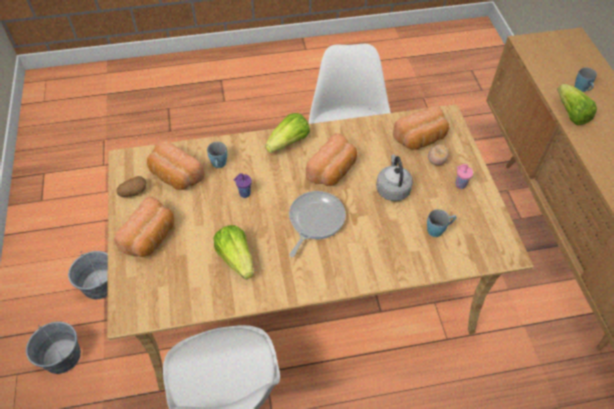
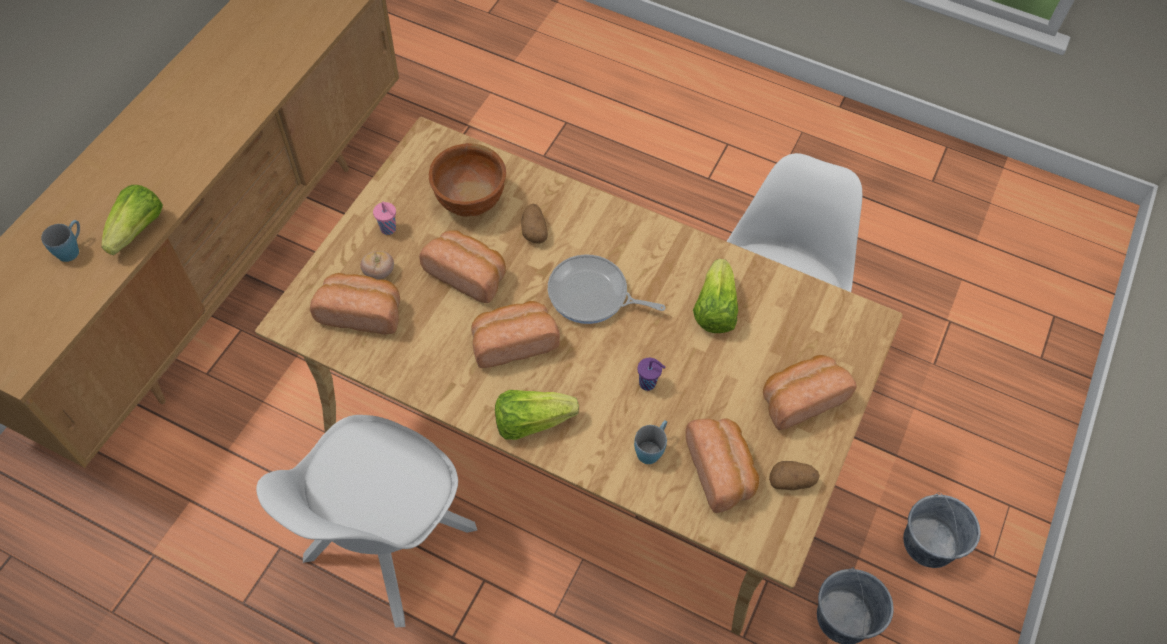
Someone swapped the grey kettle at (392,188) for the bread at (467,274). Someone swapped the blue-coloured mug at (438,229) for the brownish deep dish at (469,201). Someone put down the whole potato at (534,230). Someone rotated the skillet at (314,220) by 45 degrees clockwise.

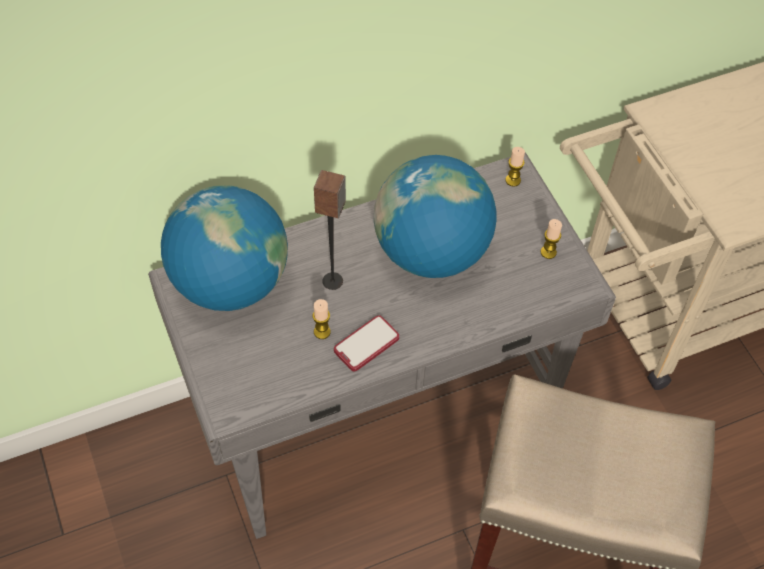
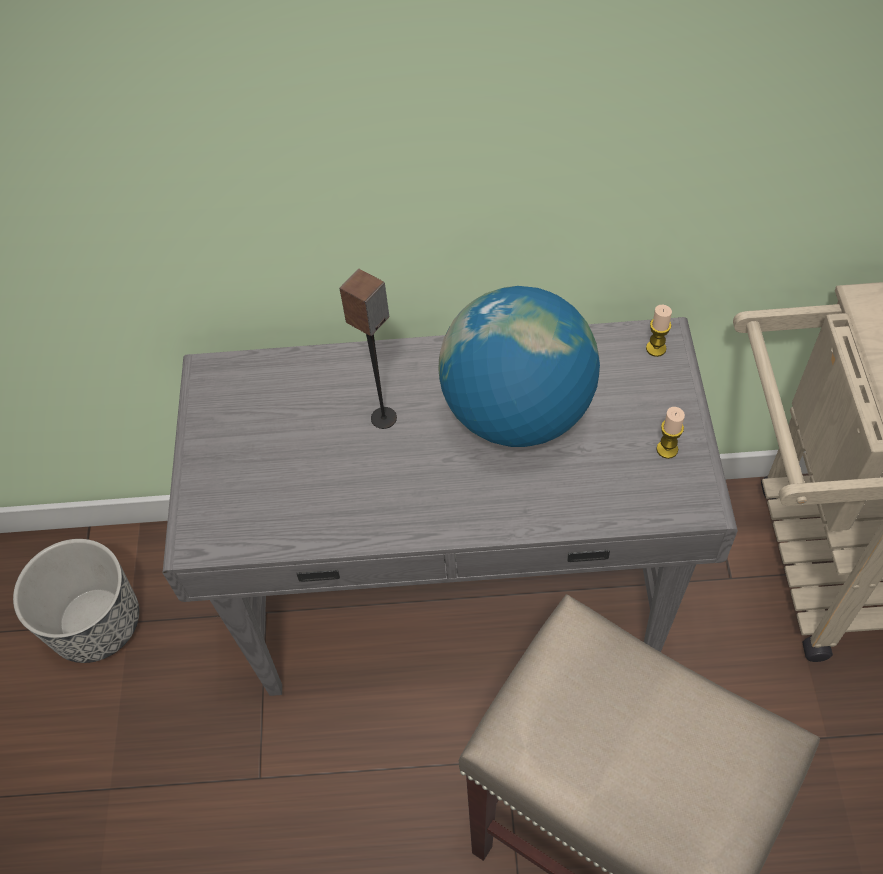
Someone put down the flower pot at (95,623). Someone took away the globe at (230,282). Someone took away the wax light at (322,332). Someone took away the phone at (366,344).

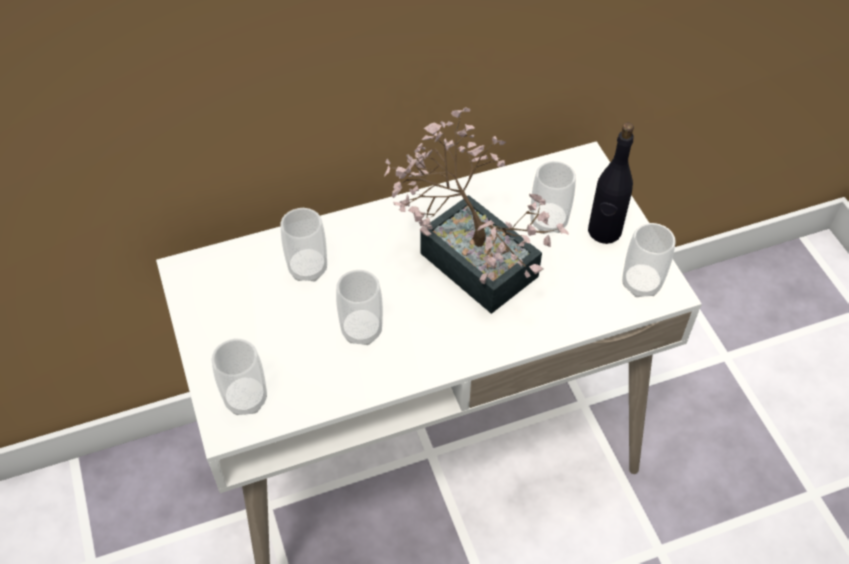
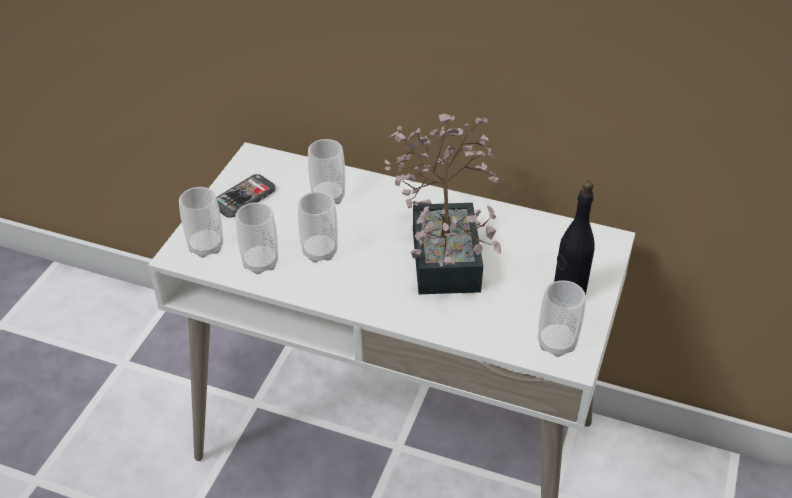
Someone put down the phone at (244,197). Someone carried the small cup from (548,221) to (260,263).

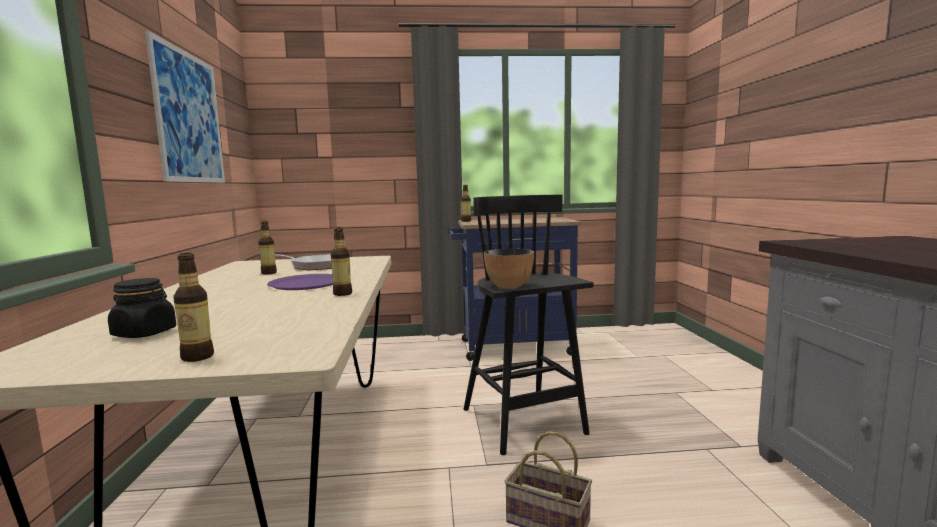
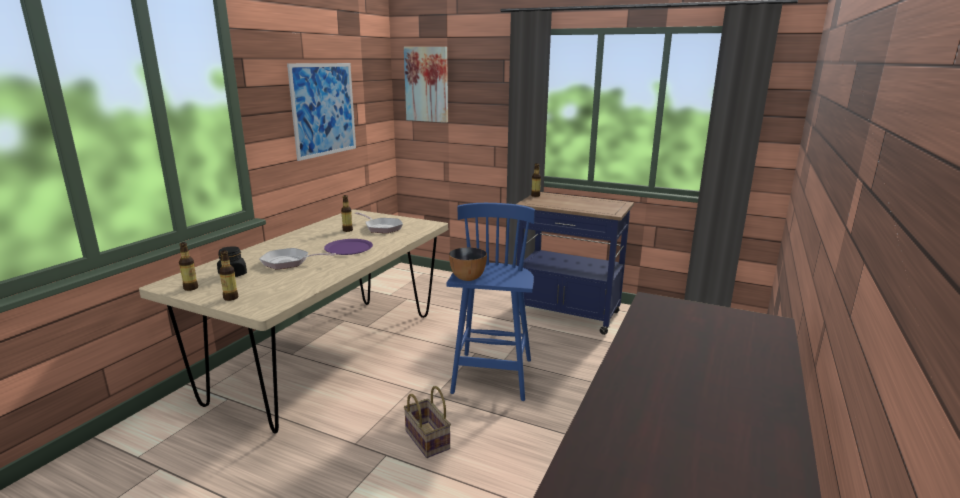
Someone carried the beverage bottle from (342,294) to (191,288). Someone put down the skillet at (289,262). Someone put up the wall art at (427,84). Someone repainted the black-coloured stool seat at (525,423), which became the blue-coloured stool seat at (492,377).

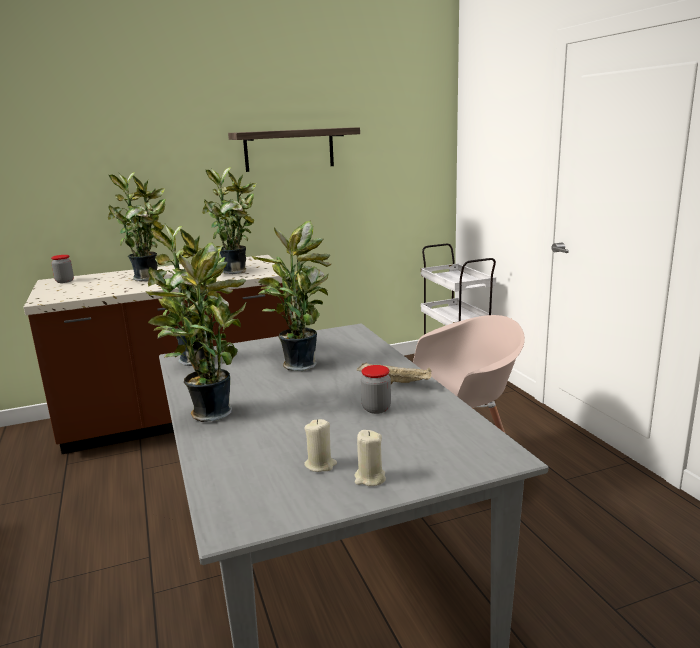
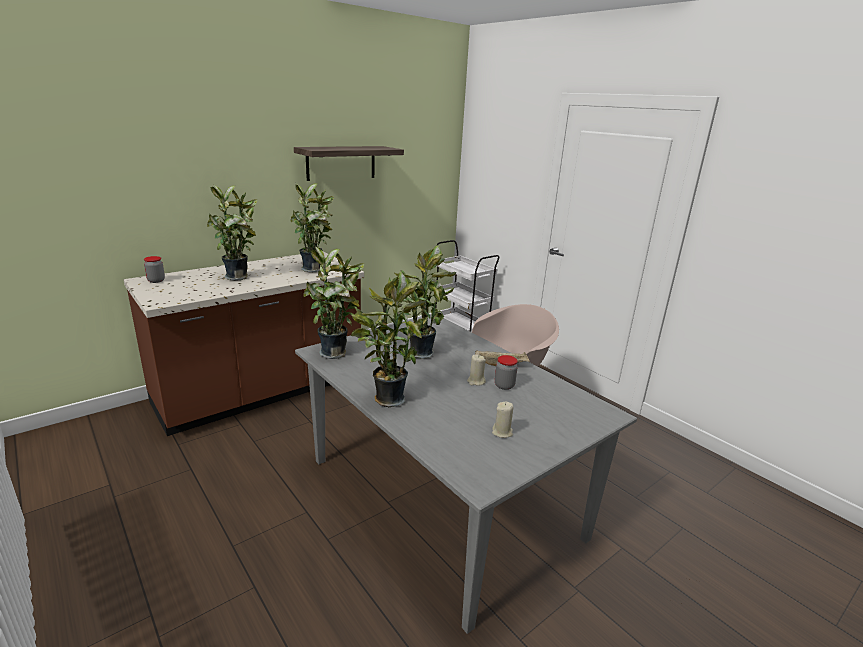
Someone carried the beige-coloured wax light from (370,478) to (476,381).

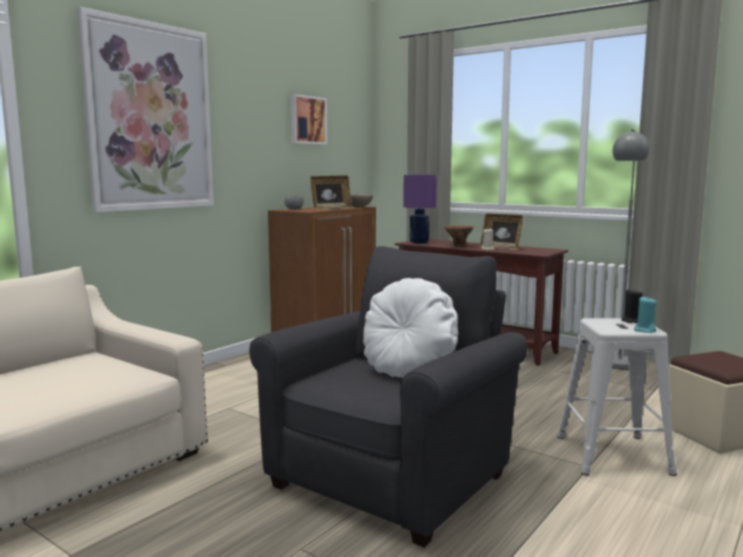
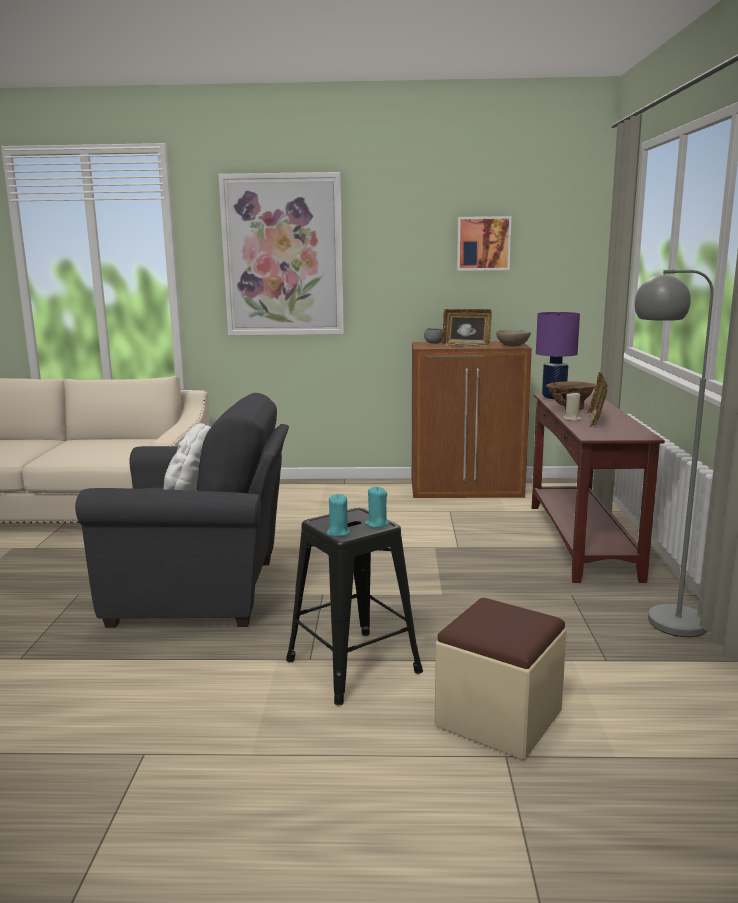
Someone repainted the whitish stool seat at (612,454), which became the black-coloured stool seat at (353,666). Someone repainted the black-coloured wax light at (631,321), which became the turquoise wax light at (377,524).

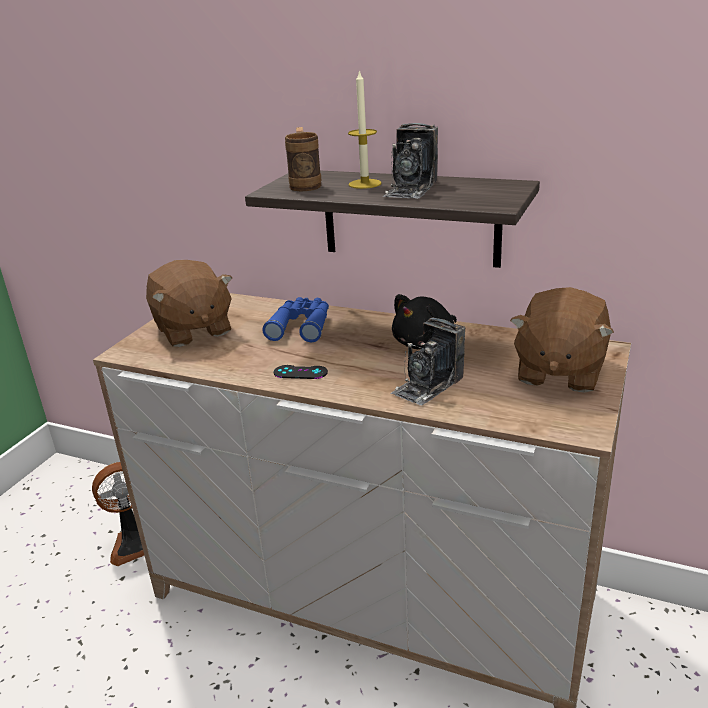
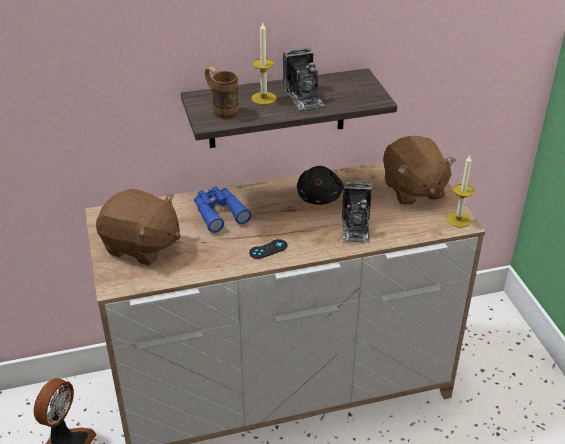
Someone put down the wax light at (458,220).

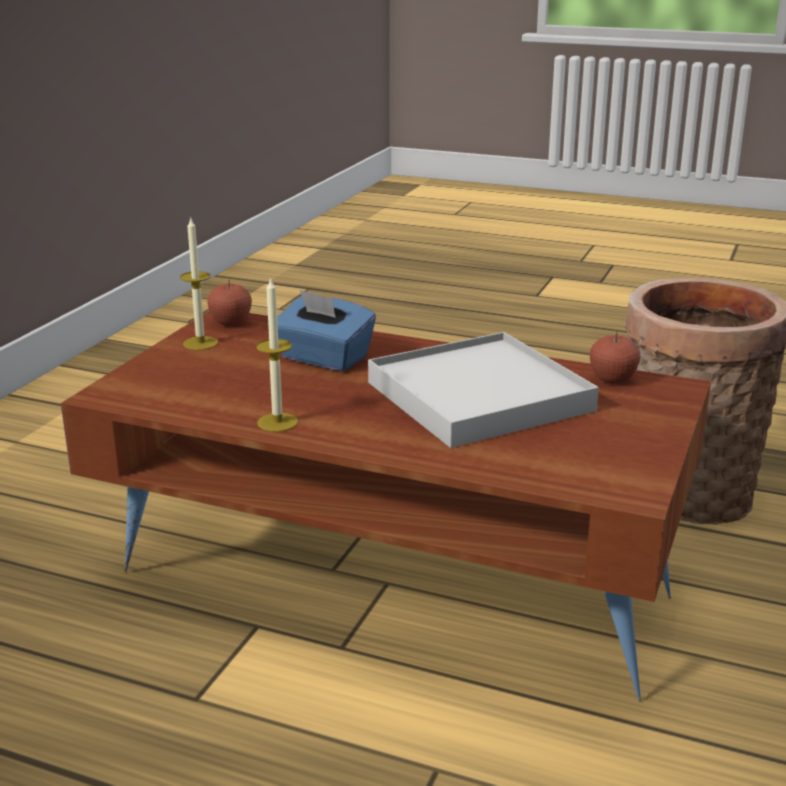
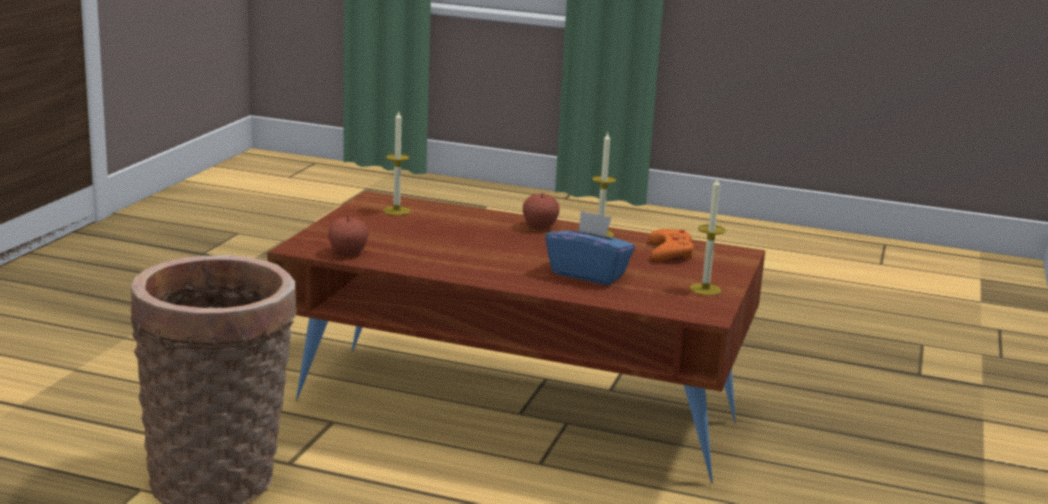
Someone put down the wax light at (396,211). Someone carried the whole apple from (231,323) to (540,227). Someone put down the orange-coloured game controller at (670,252). Someone took away the whitish tray at (478,396).

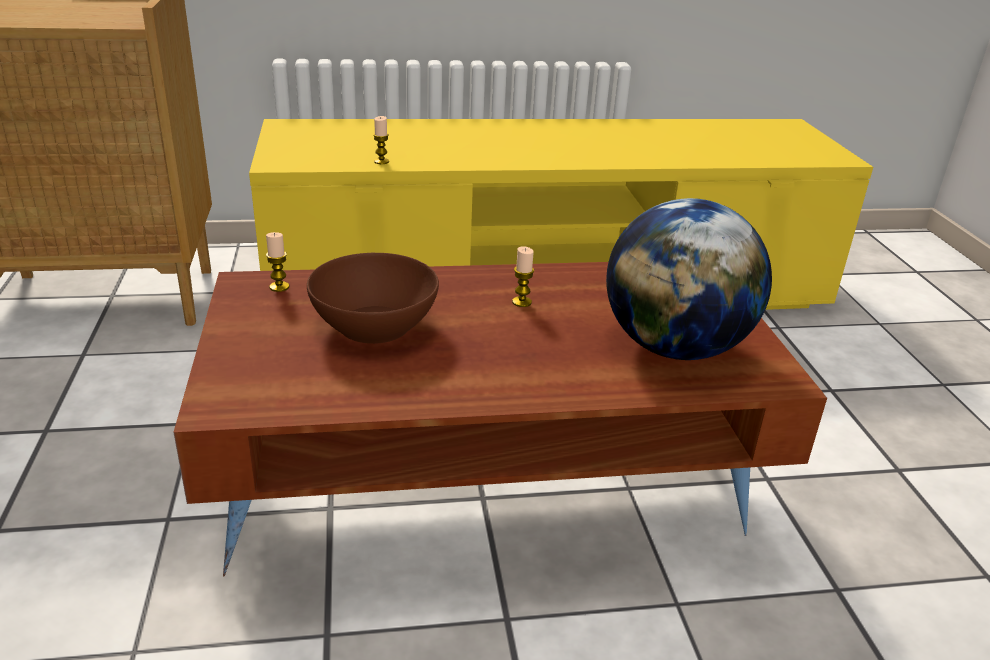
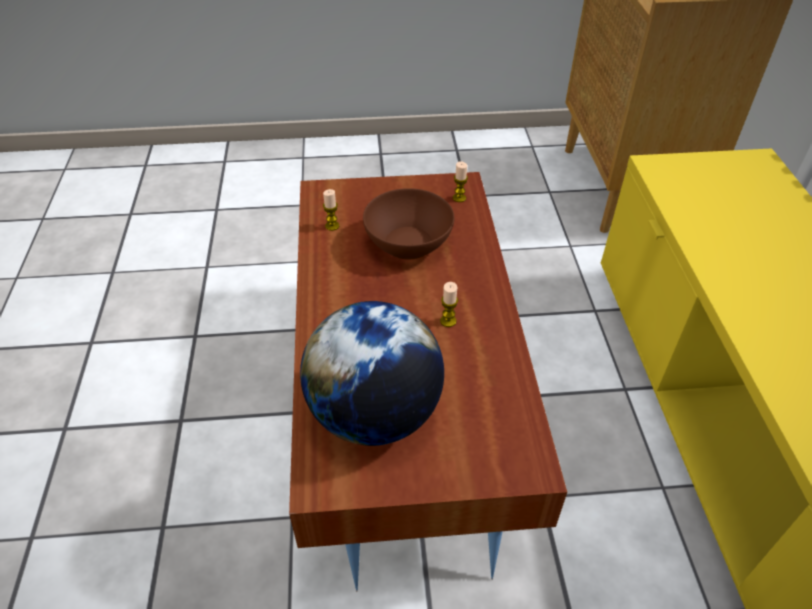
Someone carried the wax light from (381,161) to (332,226).

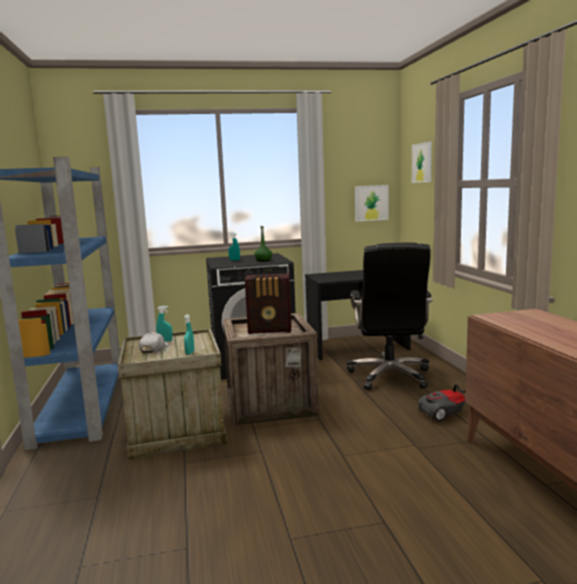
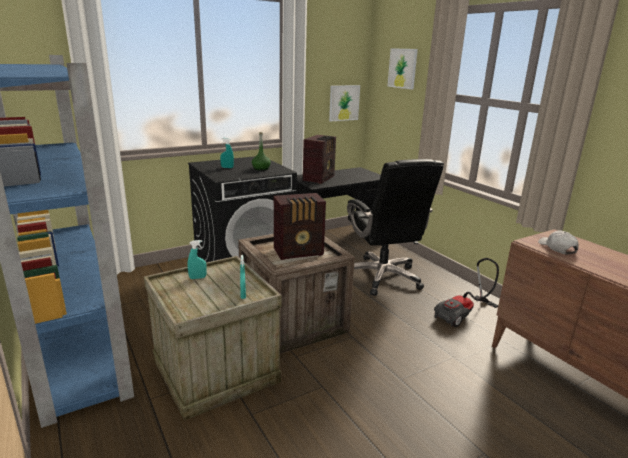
Someone put down the radio at (319,178). Someone carried the whitish peaked cap from (154,349) to (557,248).

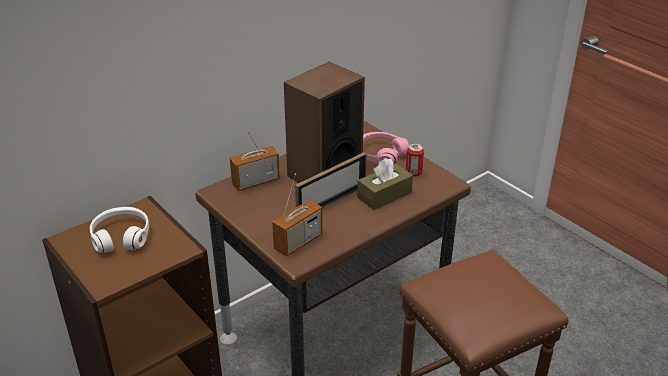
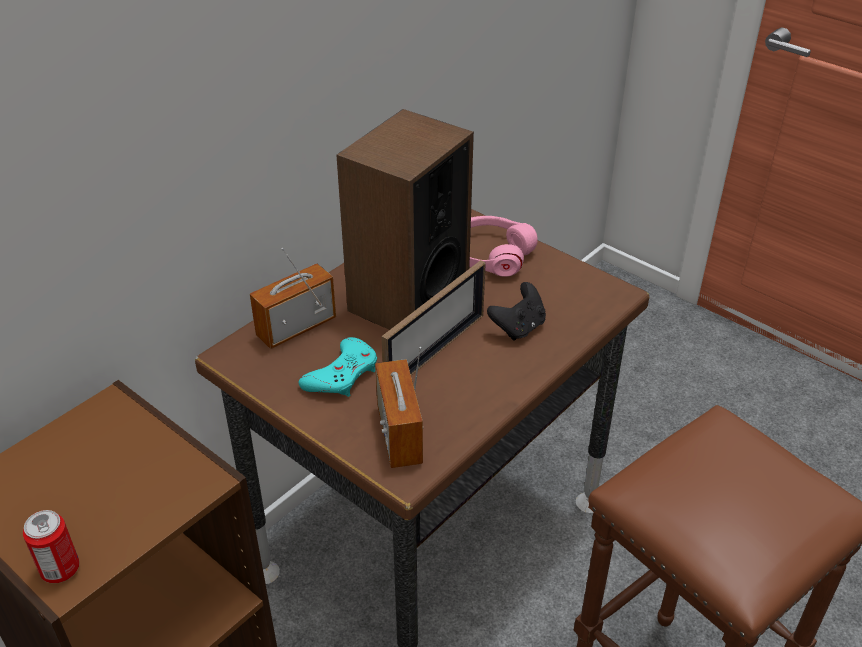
Someone carried the metal can from (413,173) to (60,569). Someone put down the turquoise game controller at (342,375). Someone rotated the radio at (298,242) by 135 degrees clockwise. Someone swapped the brownish tissue box at (384,195) for the black-coloured game controller at (518,327). Someone took away the whitish headphones at (121,236).

